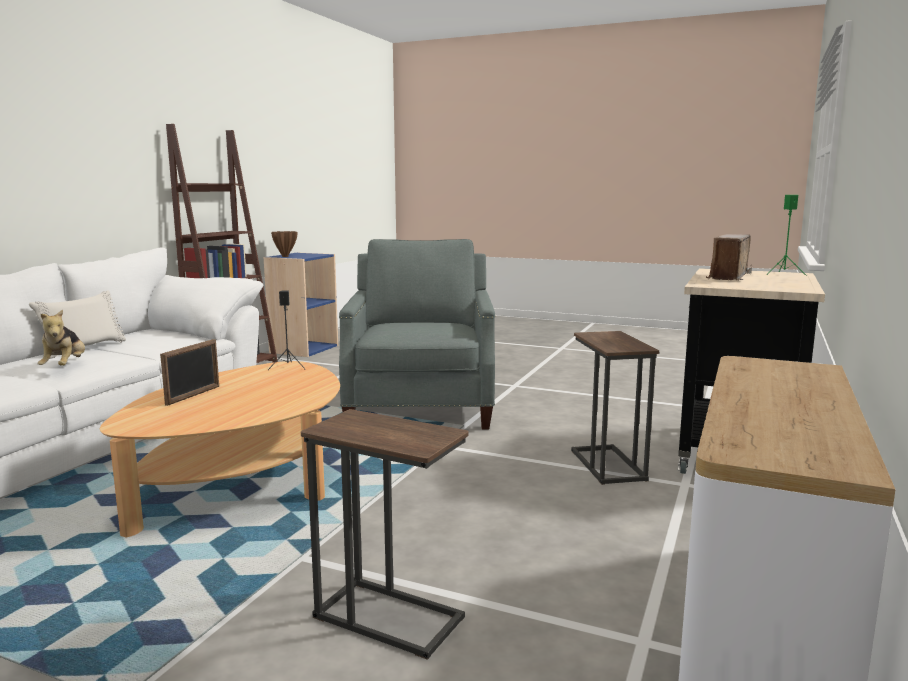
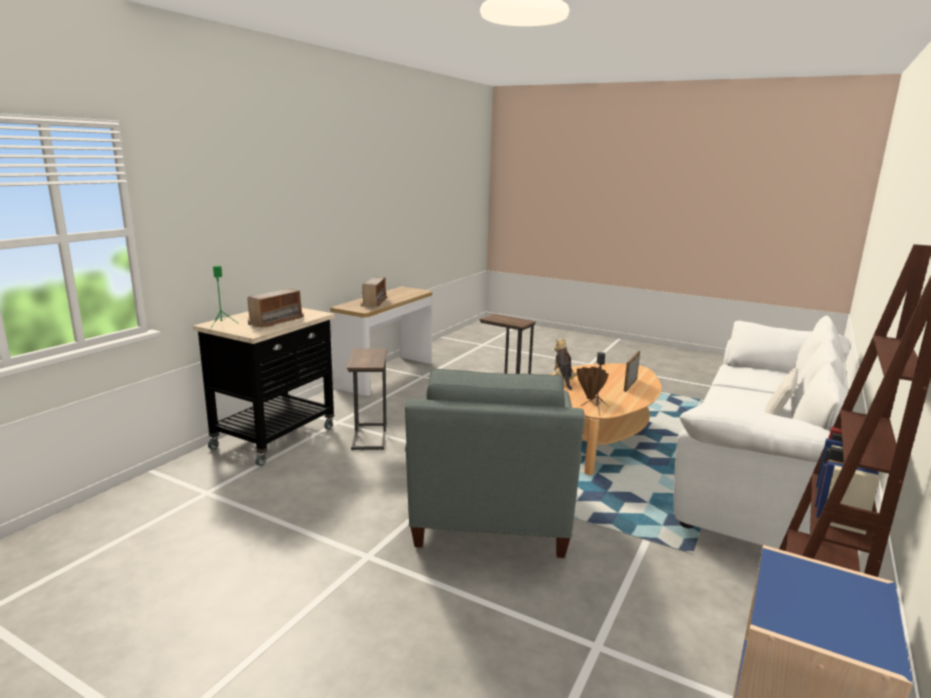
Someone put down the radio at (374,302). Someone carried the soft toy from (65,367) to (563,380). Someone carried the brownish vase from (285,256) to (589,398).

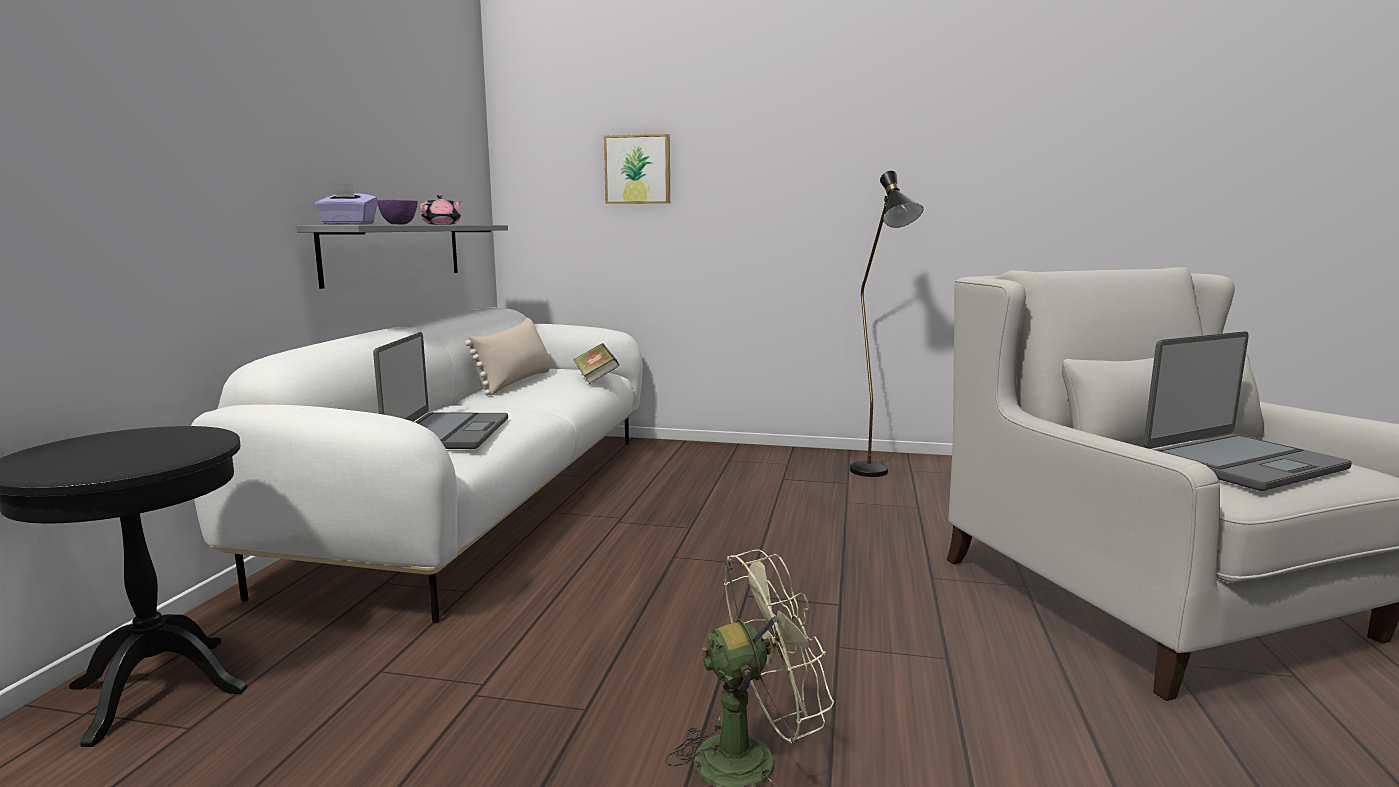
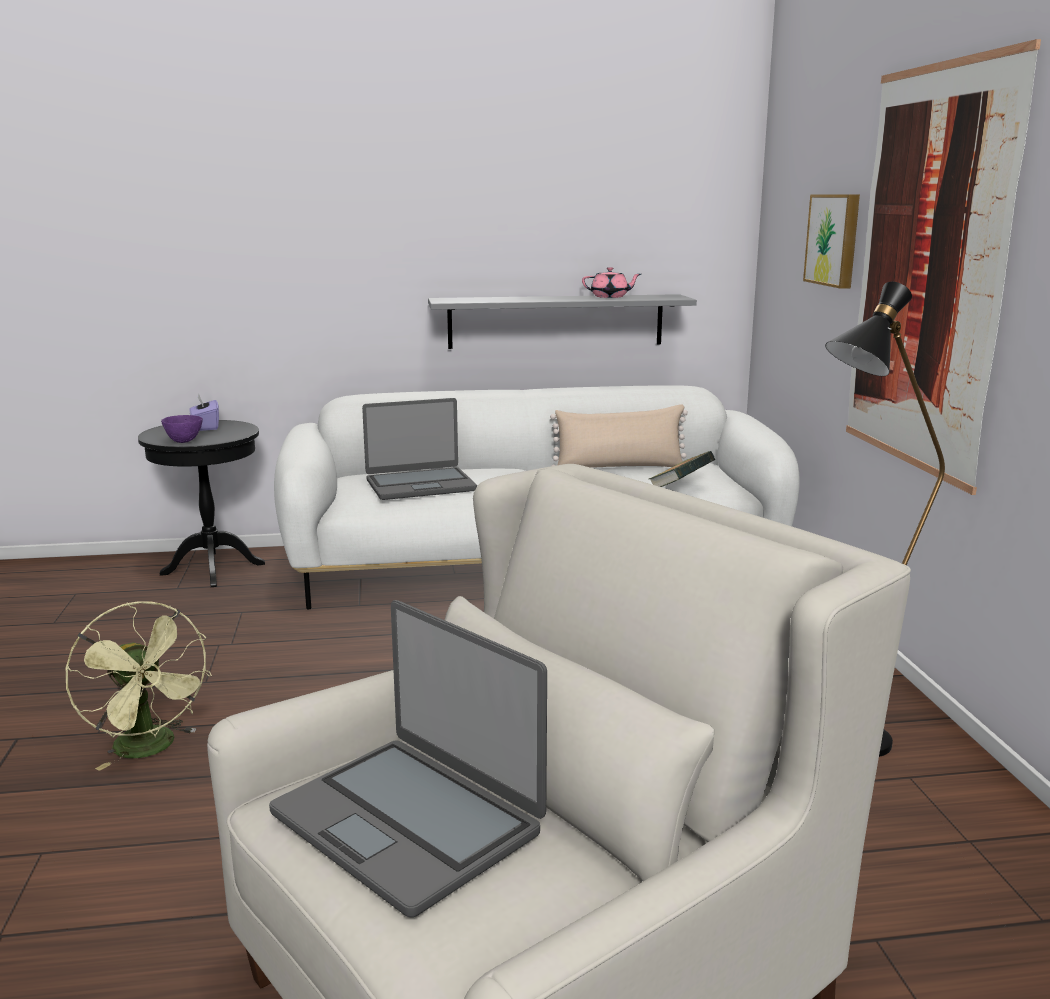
Someone carried the purple deep dish from (398,224) to (183,441). Someone carried the purple tissue box from (348,224) to (205,427). Someone put up the wall art at (927,271).

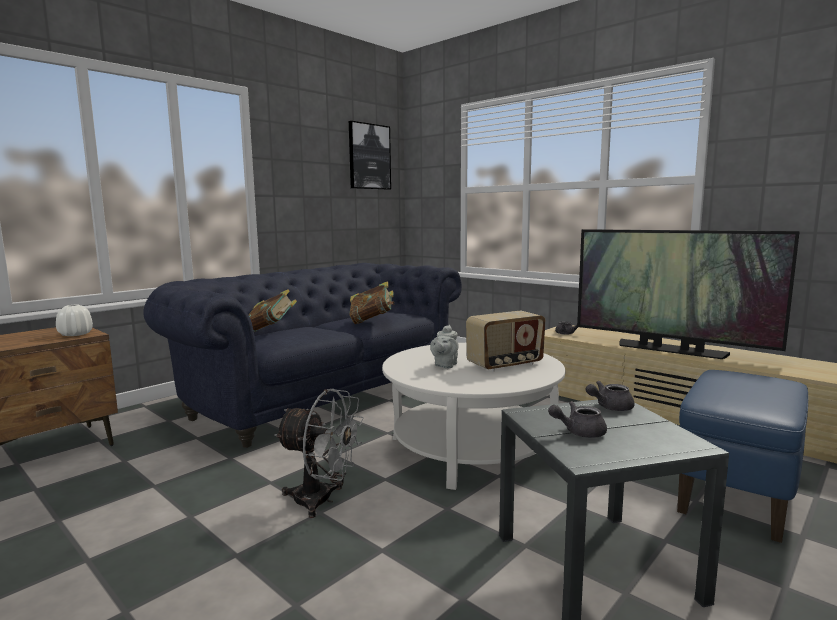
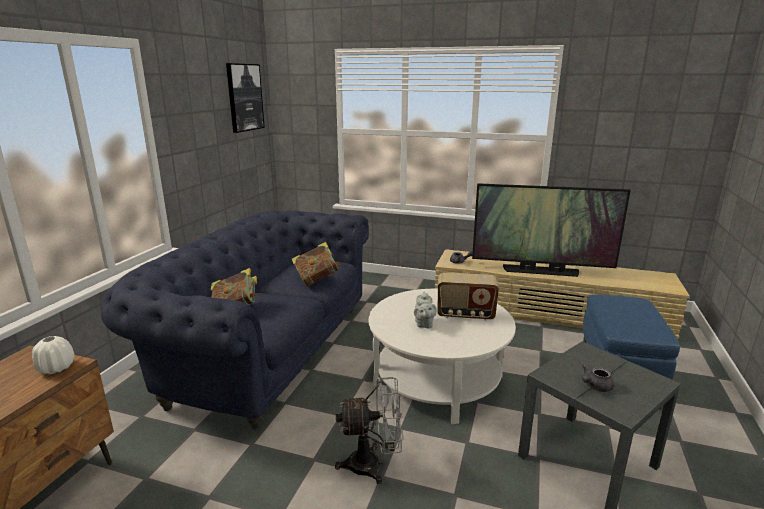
Someone rotated the radio at (505,364) by 60 degrees clockwise. Someone took away the grey pot for tea at (609,407).

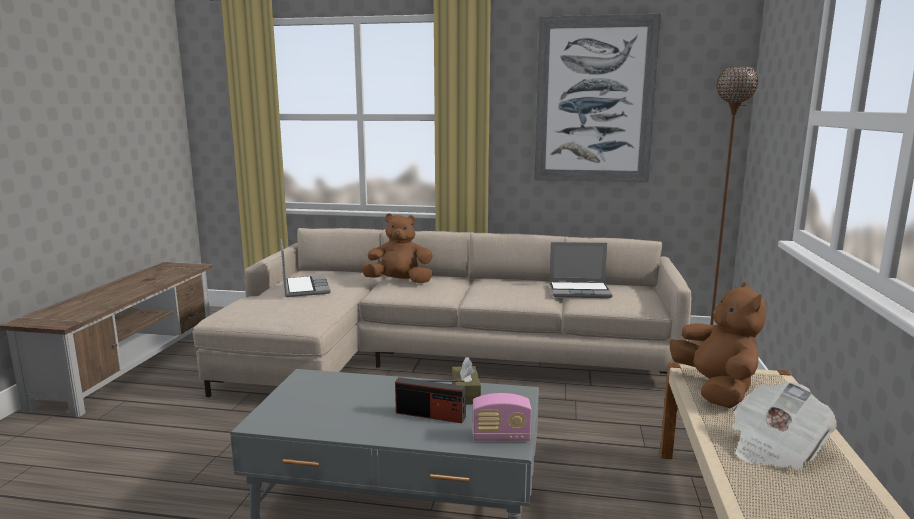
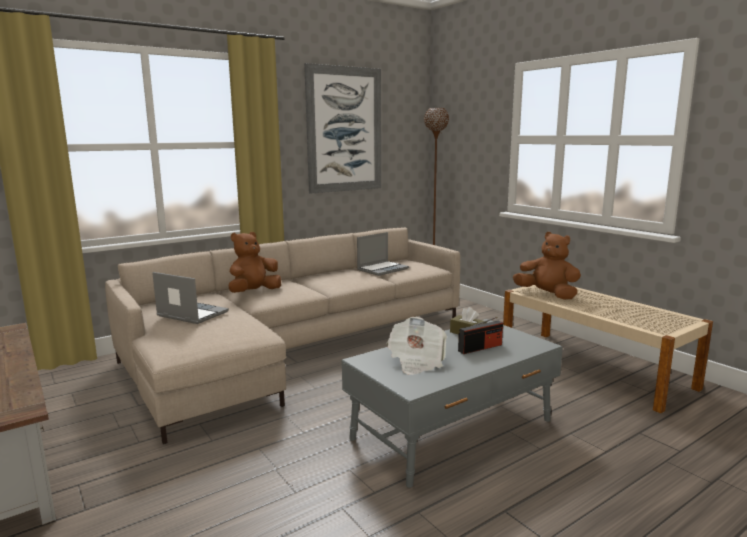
Someone carried the daily paper from (774,448) to (416,361). Someone took away the radio at (501,437).

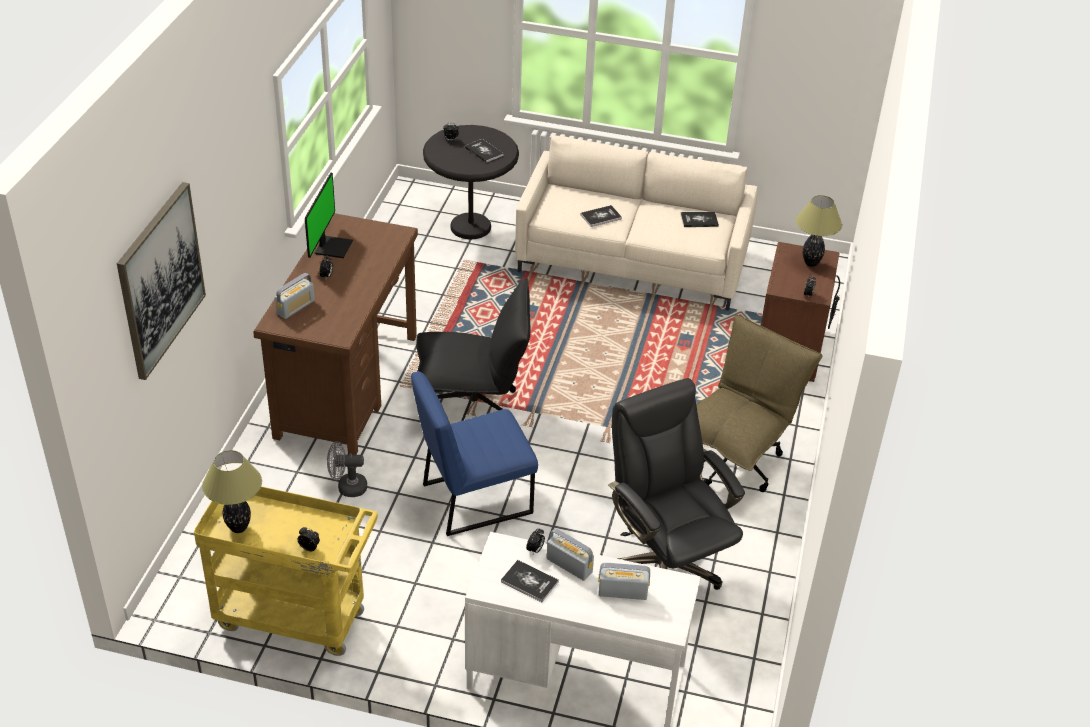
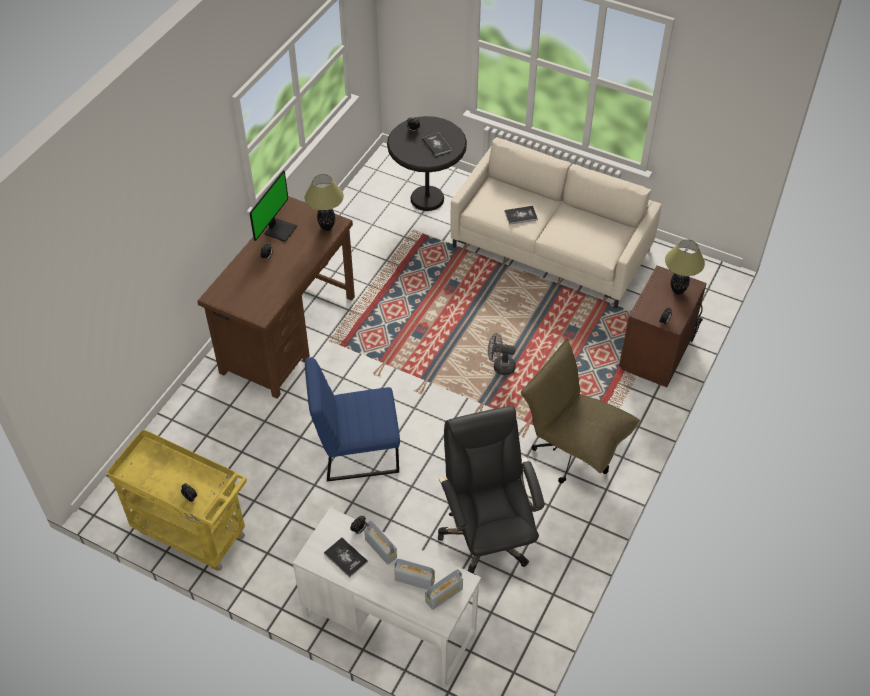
Someone carried the tabletop lamp from (238,528) to (326,227). Someone carried the radio from (295,307) to (444,595). Someone carried the grey electric fan from (347,487) to (500,366). Someone rotated the beige-coloured office chair at (733,462) by 105 degrees counterclockwise. Someone took away the wall art at (160,279). Someone took away the black-coloured office chair at (472,407). Someone took away the bound book at (699,220).

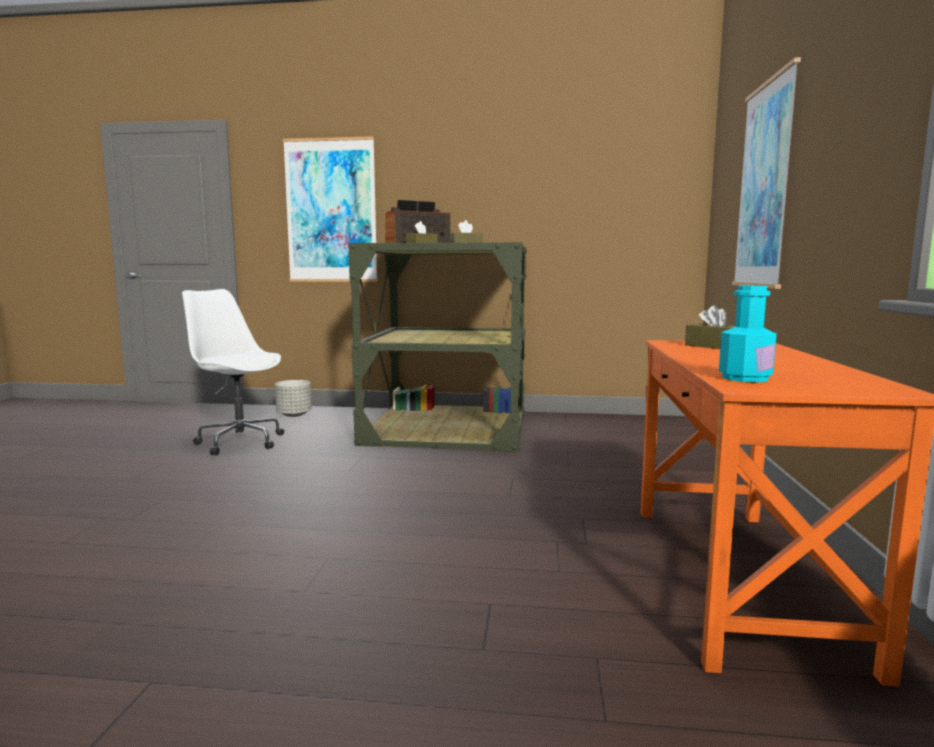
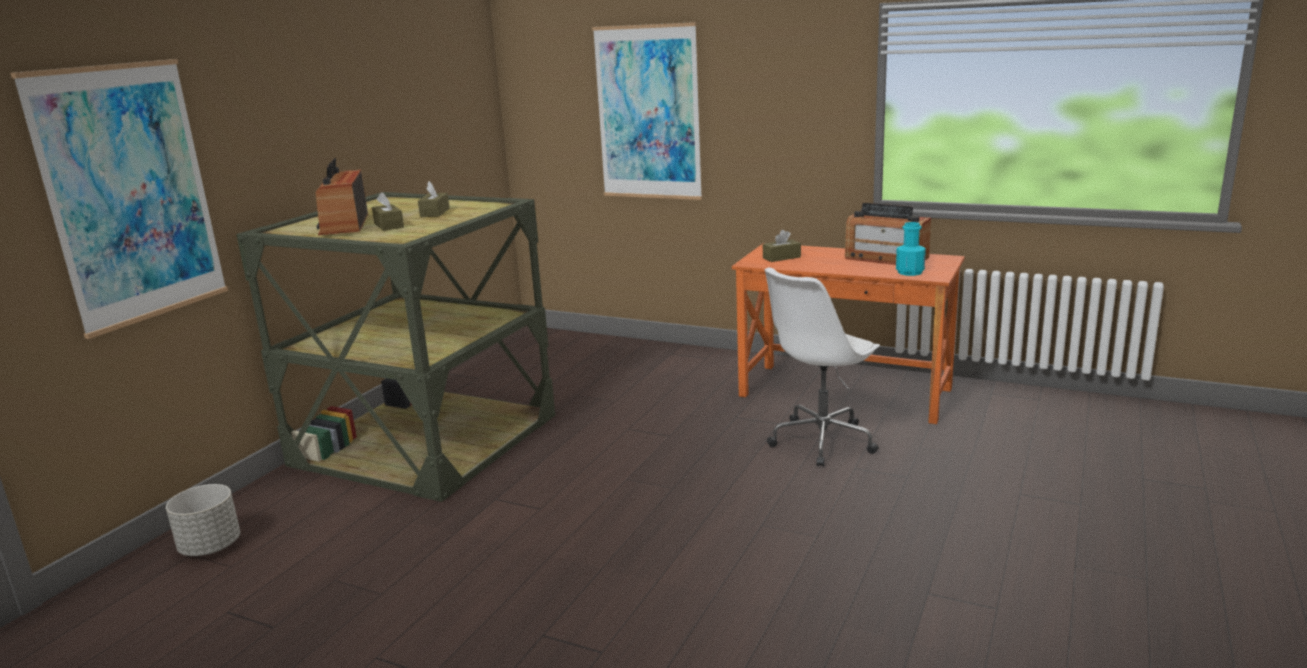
Someone carried the whitish office chair from (239,442) to (820,442). Someone put down the radio at (886,258).

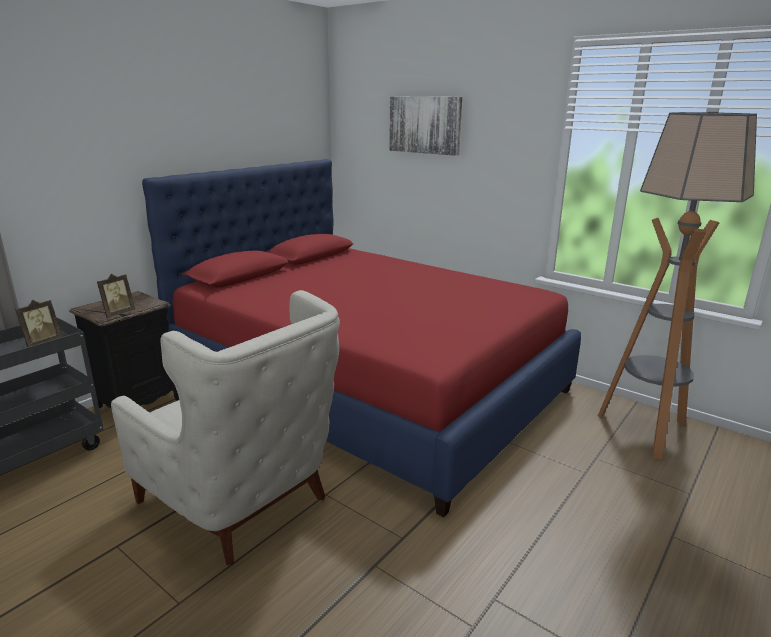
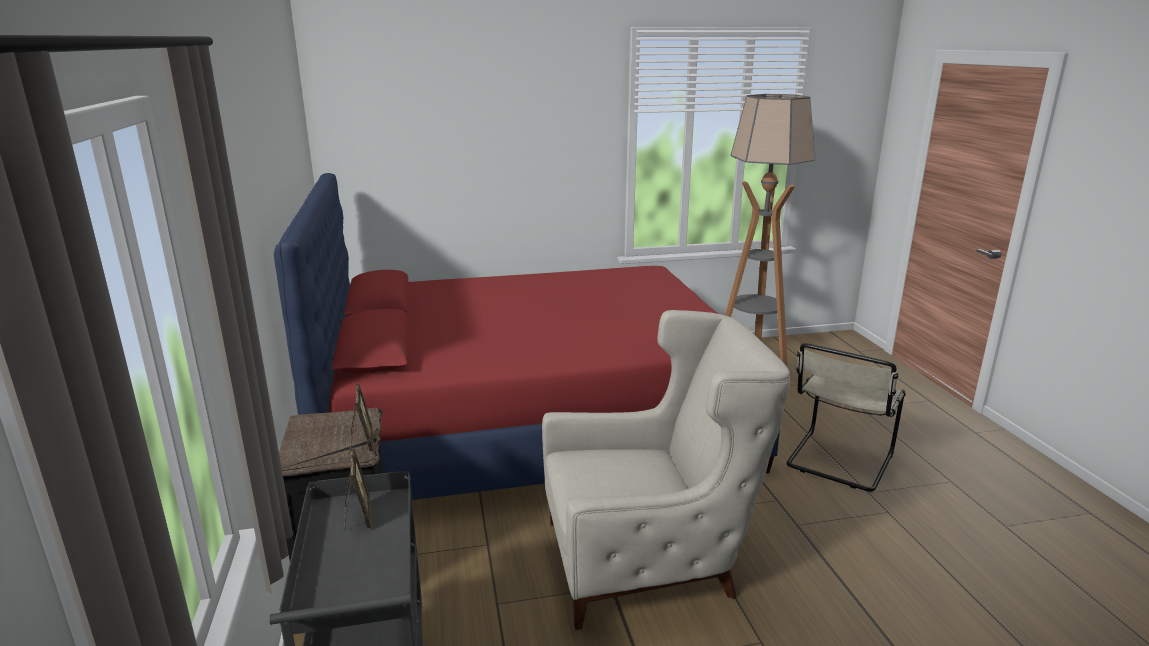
Someone put down the beige-coloured upright chair at (838,462). Someone took away the wall art at (425,125).

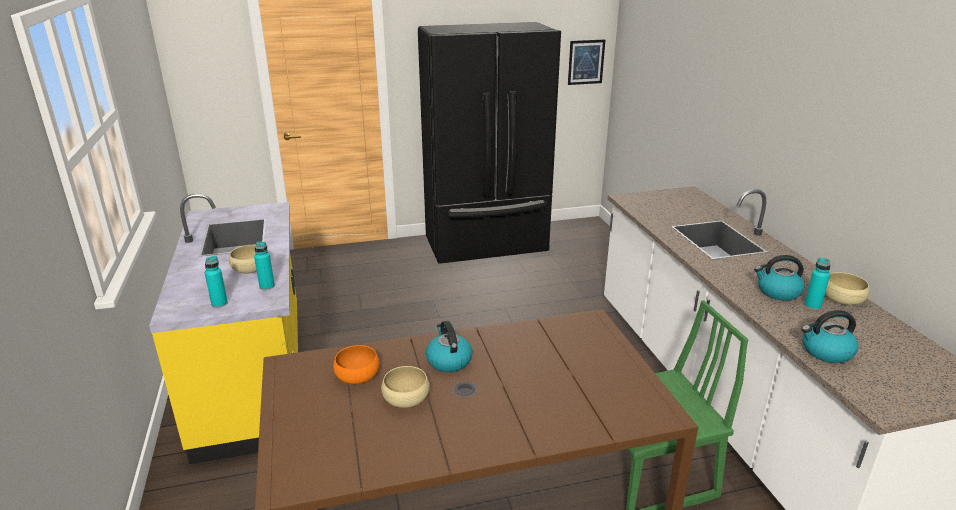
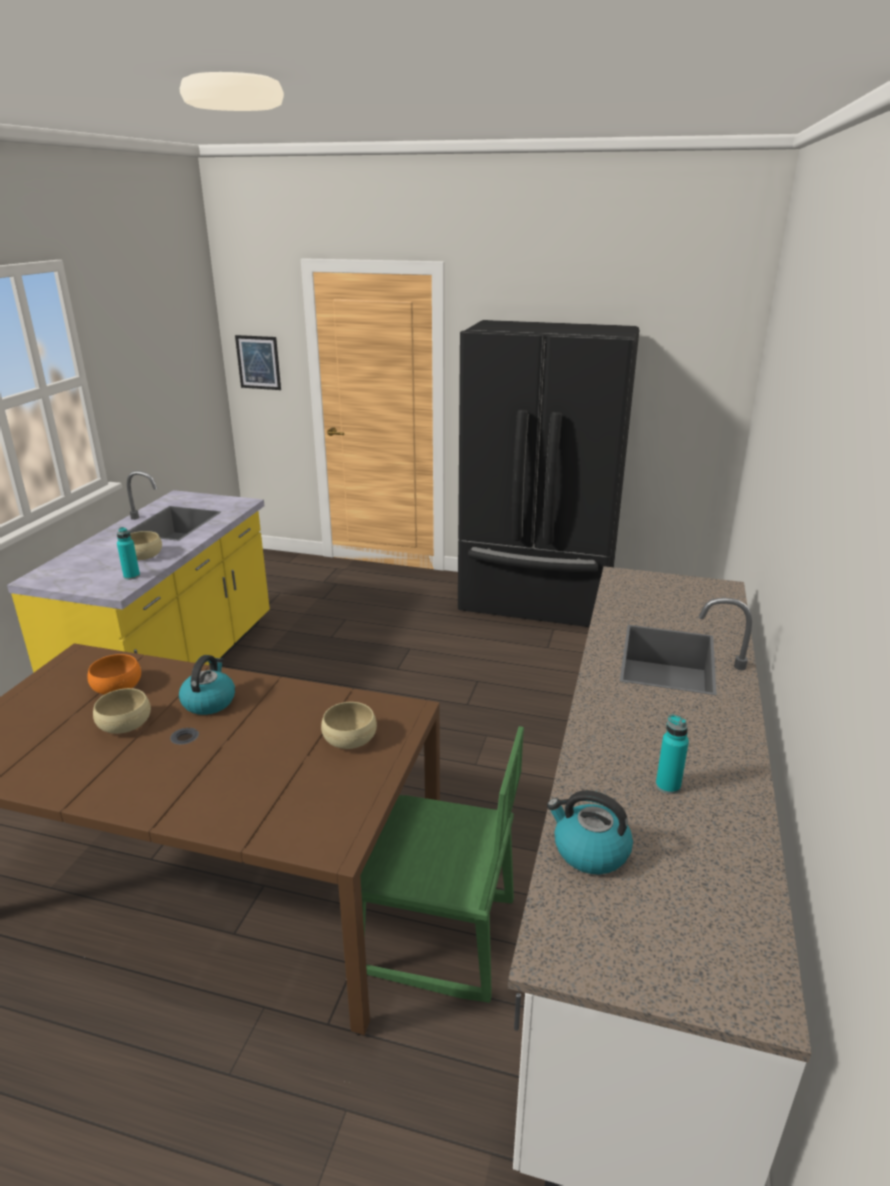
Someone carried the wall art from (586,62) to (258,362). Someone carried the beige-coloured deep dish from (842,299) to (350,738). Someone took away the turquoise beverage bottle at (219,303). Someone took away the kettle at (777,292).

